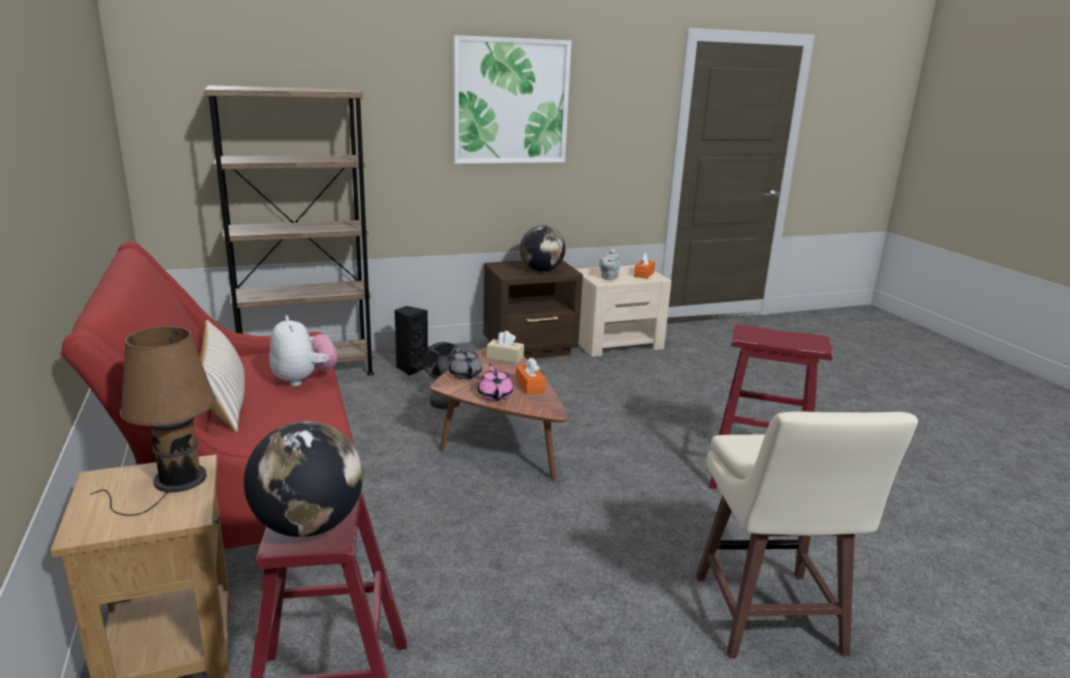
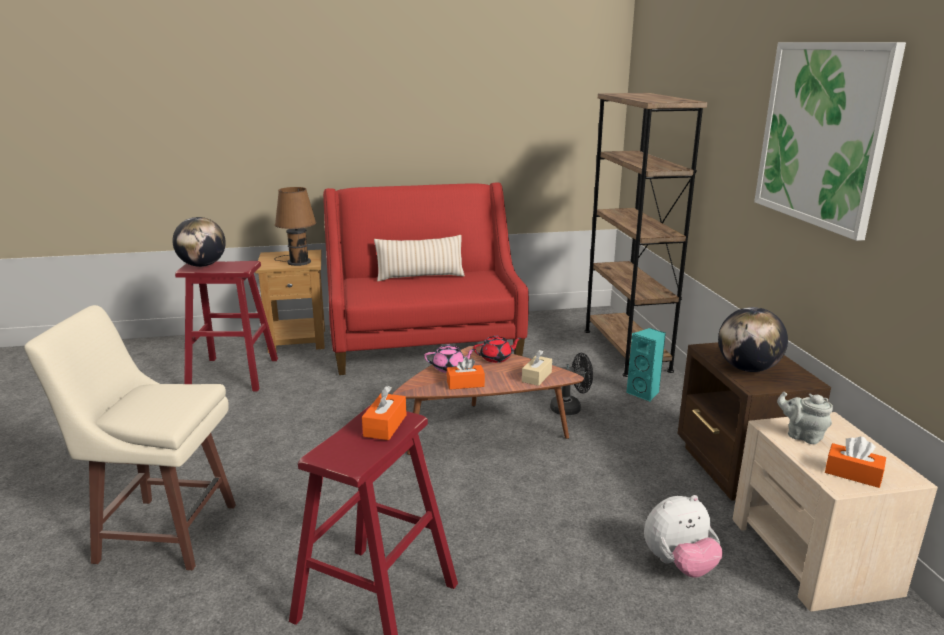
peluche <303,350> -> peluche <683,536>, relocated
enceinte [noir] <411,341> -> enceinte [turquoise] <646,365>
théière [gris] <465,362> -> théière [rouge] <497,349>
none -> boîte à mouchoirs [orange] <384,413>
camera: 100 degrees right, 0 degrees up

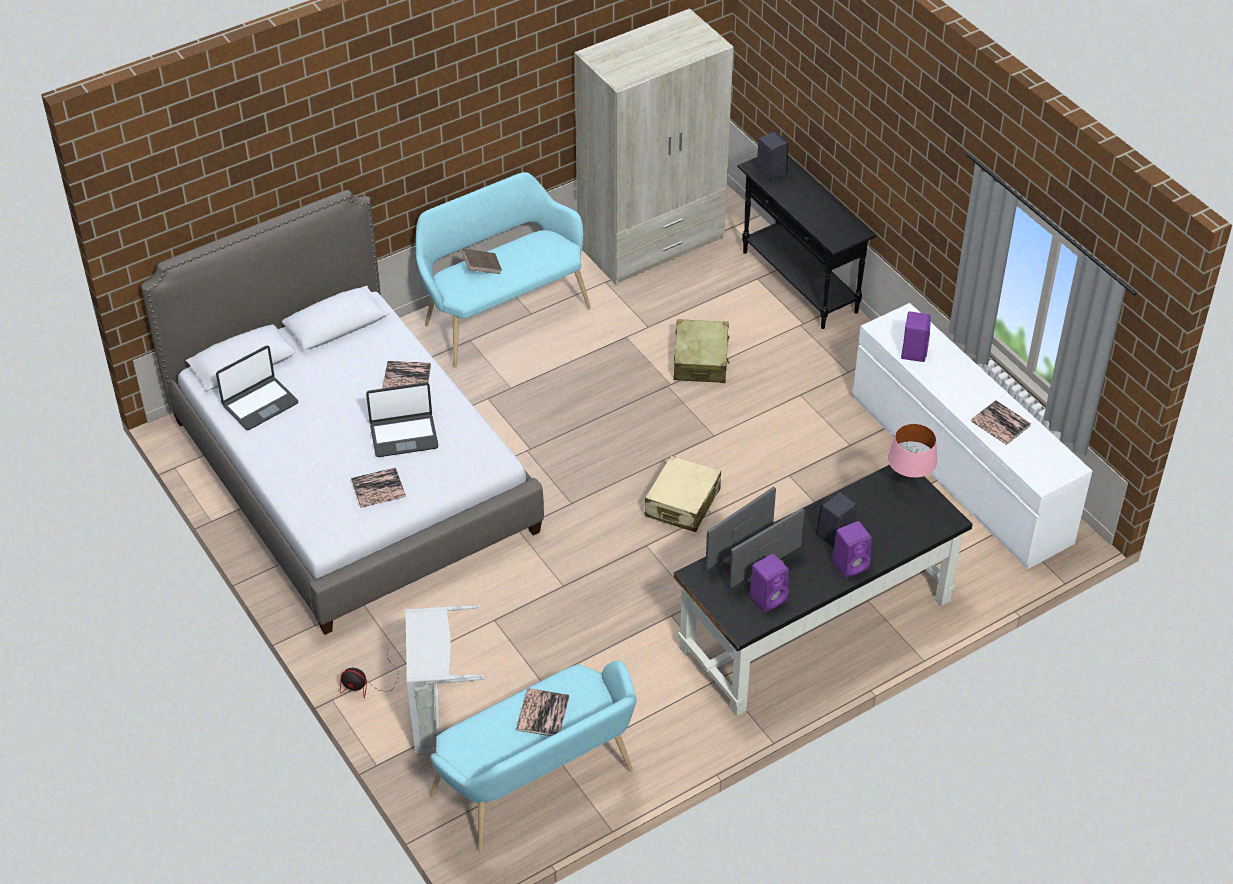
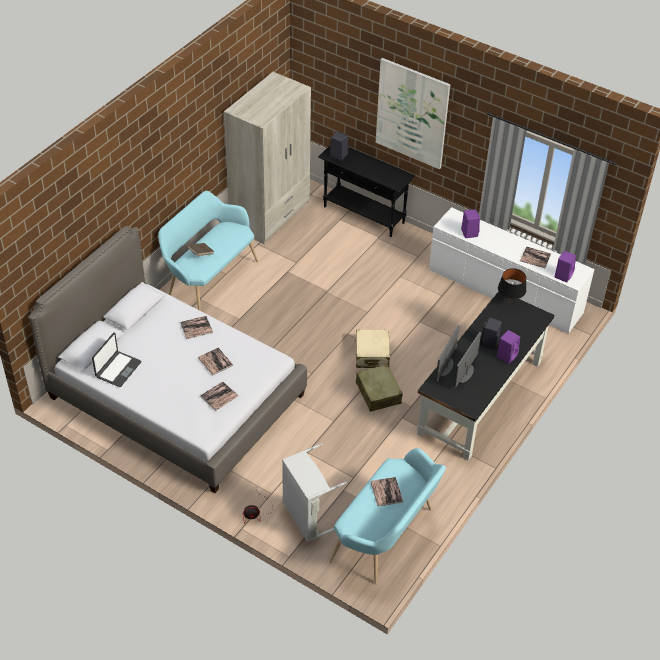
ordinateur portable <402,419> -> livre <215,361>
valise [beige] <701,351> -> valise [beige] <379,388>, relocated
enceinte [violet] <769,583> -> enceinte [violet] <565,266>, relocated
lampe de table [rose] <913,452> -> lampe de table [noir] <512,283>
none -> tableau <413,114>
camera: 25 degrees left, 0 degrees up

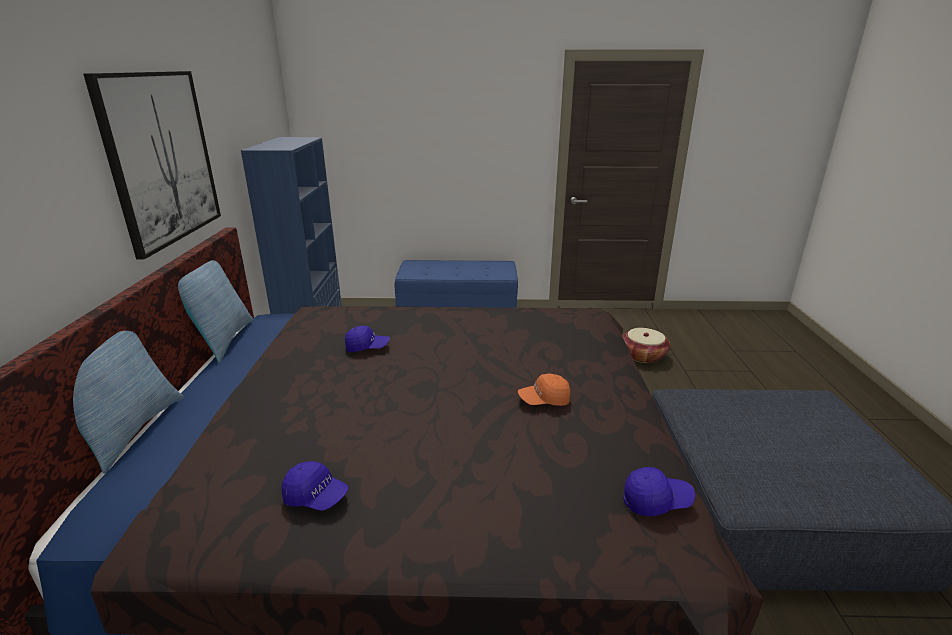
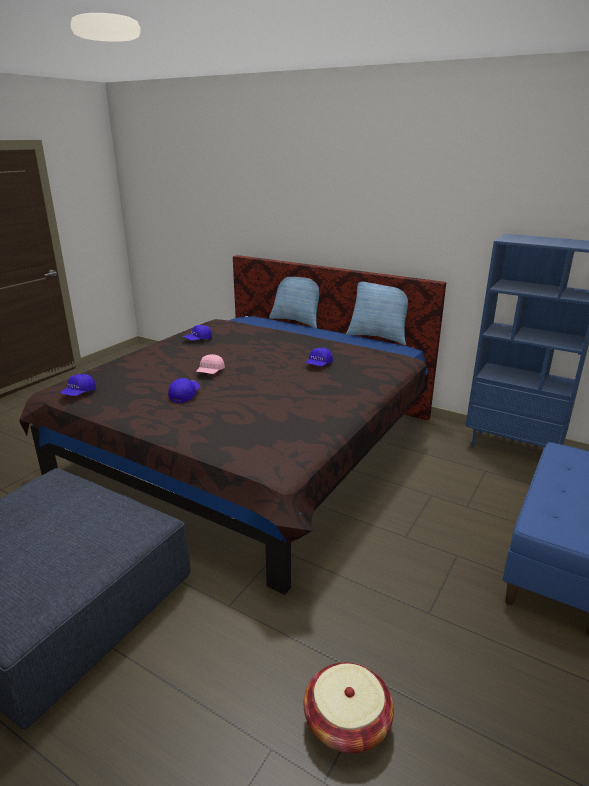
tableau <152,165> -> none
casquette [orange] <544,390> -> casquette [bleu] <184,390>
none -> casquette [rose] <210,364>
camera: 120 degrees right, 0 degrees up

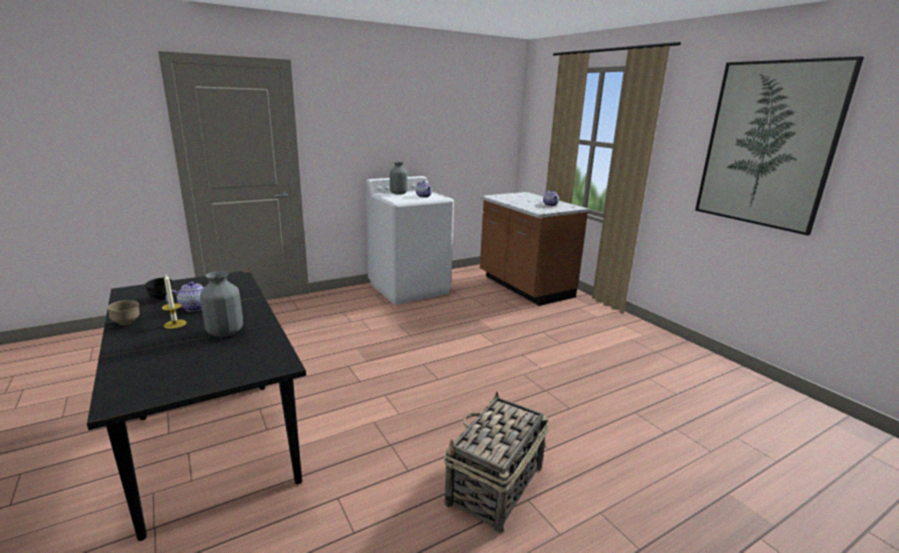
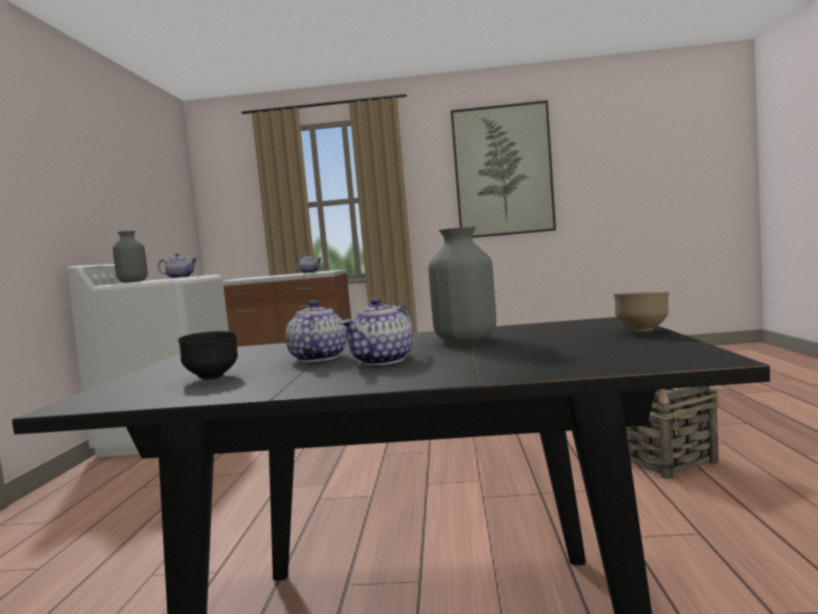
bol [marron] <123,312> -> bol [marron] <641,312>, relocated
bougie <174,302> -> théière <376,331>
camera: 55 degrees left, 15 degrees down

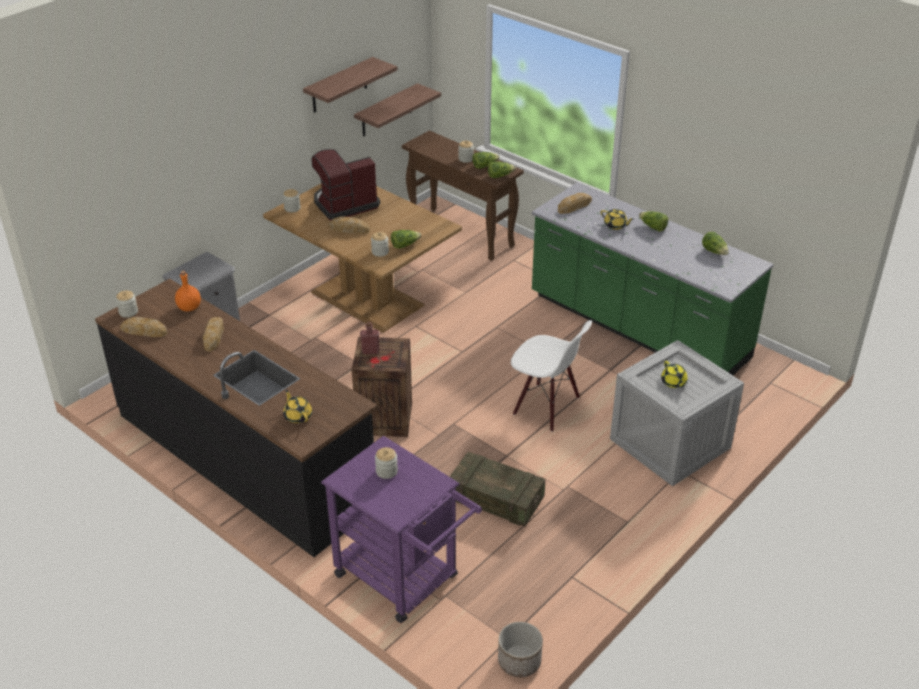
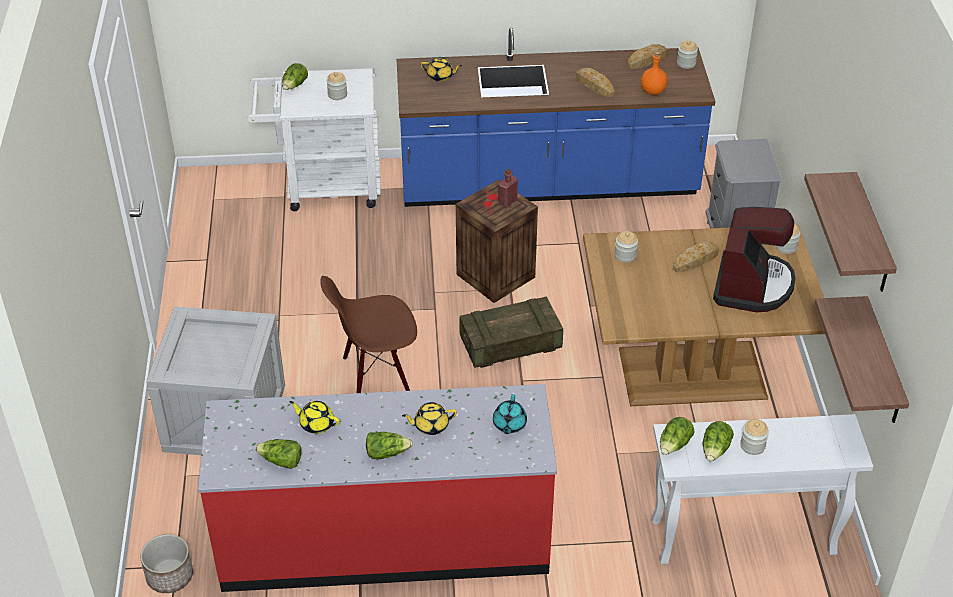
comptoir de cuisine [noir] <236,418> -> comptoir de cuisine [bleu] <556,117>
chariot [violet] <401,529> -> chariot [blanc] <314,139>
laitue <406,239> -> laitue <295,76>, relocated
table console [marron] <463,196> -> table console [blanc] <762,489>
caisse <497,489> -> caisse <511,332>, relocated
cache-pot <520,649> -> cache-pot <166,563>, relocated
chaise [blanc] <551,376> -> chaise [marron] <368,334>
comptoir de cuisine [vert] <653,278> -> comptoir de cuisine [rouge] <377,488>
pain <575,203> -> théière [turquoise] <510,414>
théière [jaune] <674,374> -> théière [jaune] <314,417>, relocated
camera: 135 degrees right, 5 degrees up

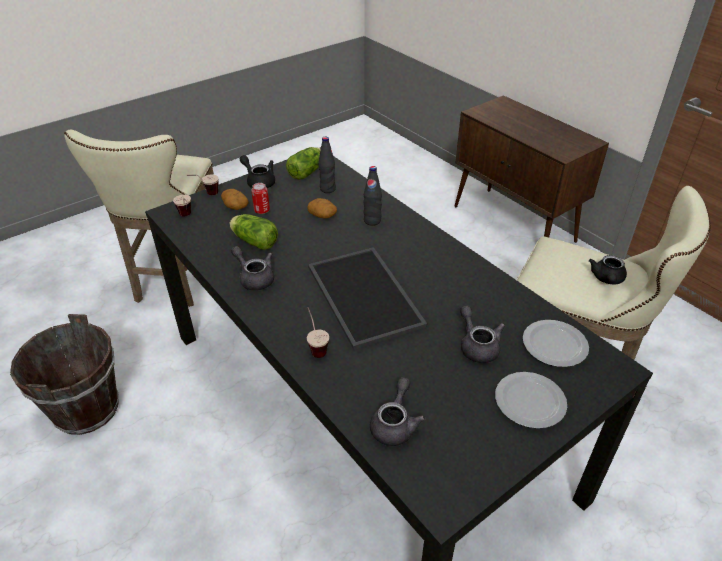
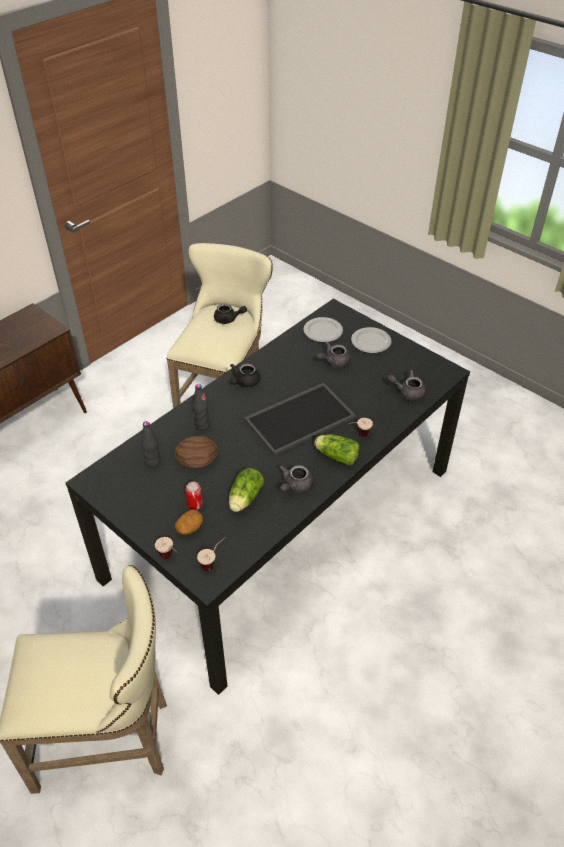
seau [marron] <64,374> -> none
théière [noir] <257,171> -> théière [noir] <245,375>, relocated
laitue <303,163> -> laitue <337,449>, relocated
pomme de terre <322,208> -> bol [marron] <196,452>
camera: 100 degrees left, 5 degrees up

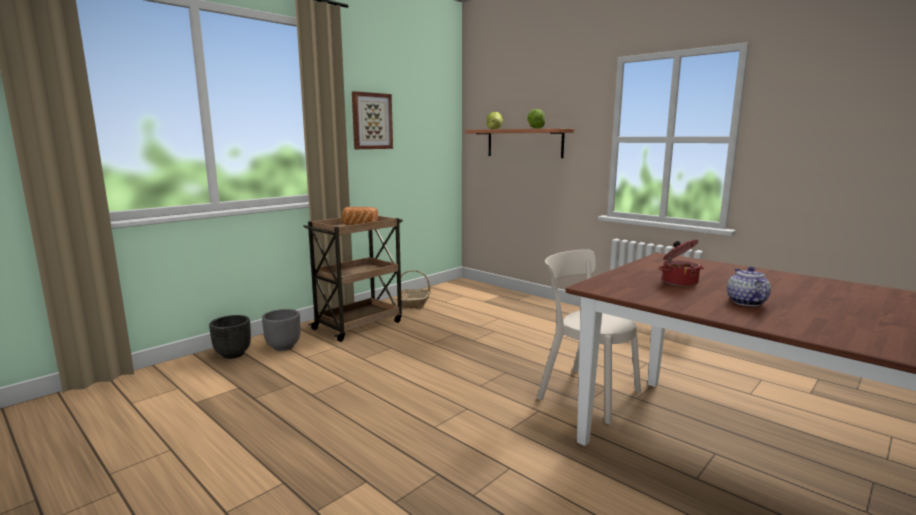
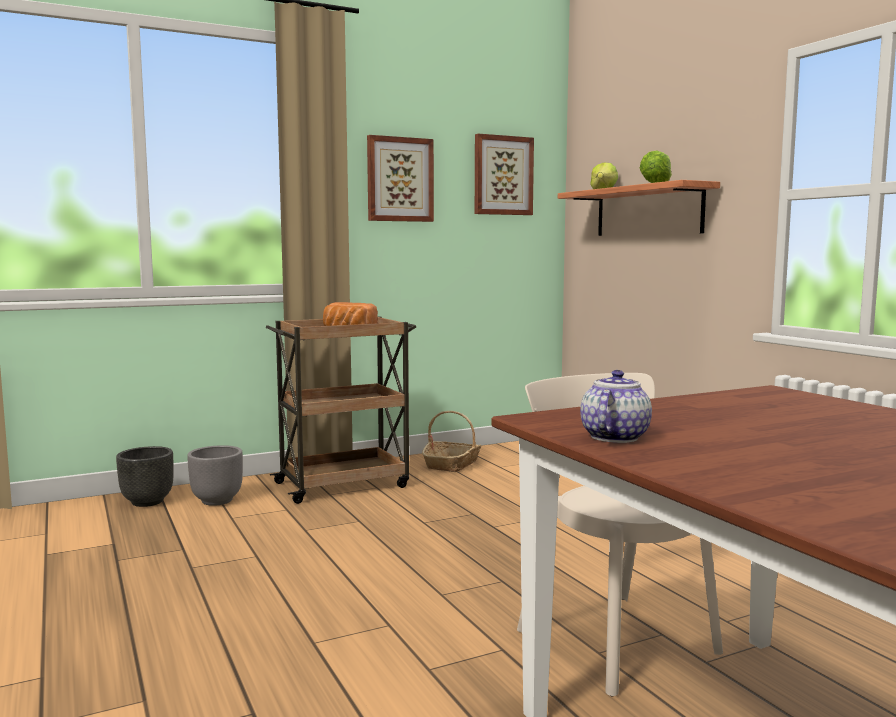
marmite <681,263> -> none
théière <749,286> -> théière <616,406>, relocated
none -> tableau <504,174>
camera: 20 degrees right, 5 degrees down

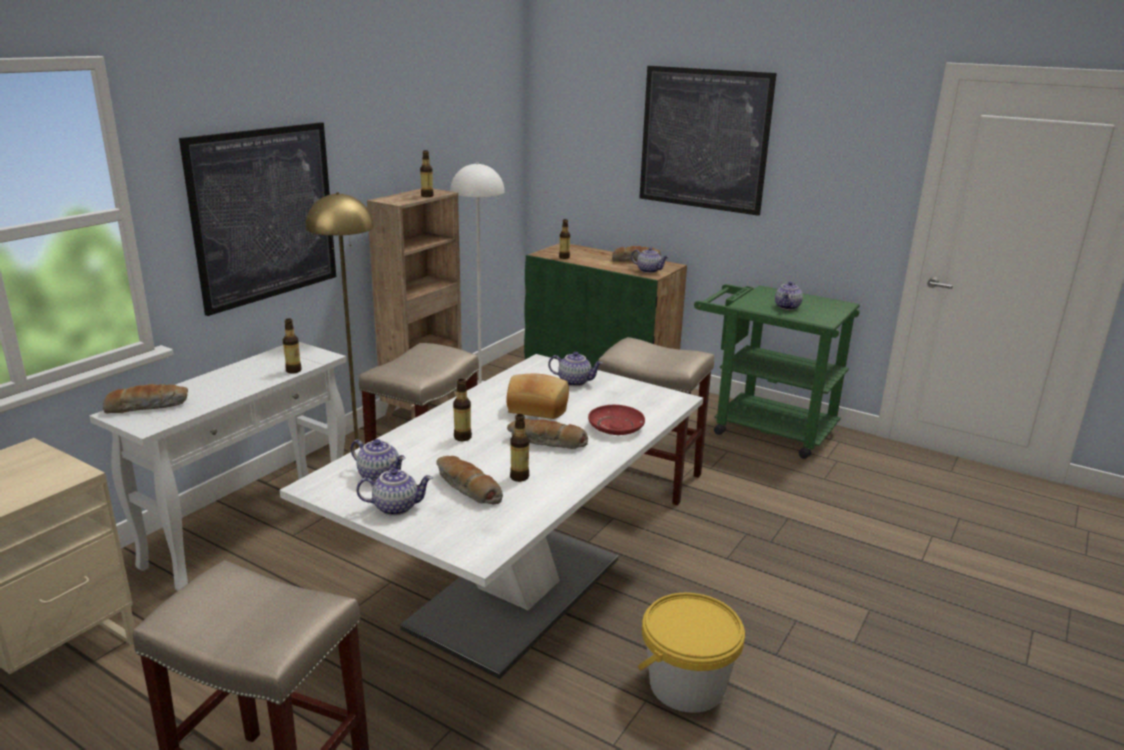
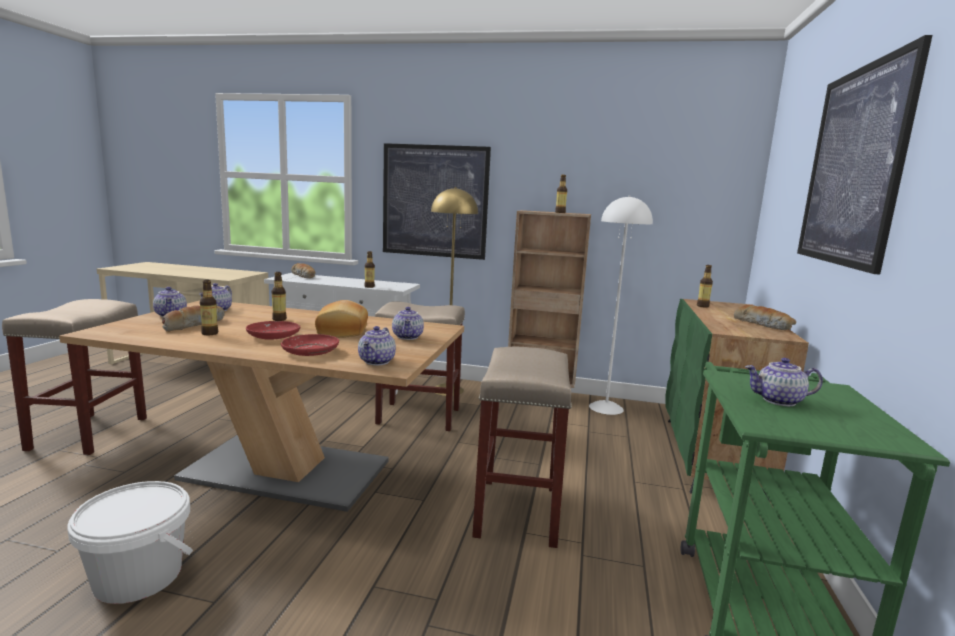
table à manger [blanc] <491,516> -> table à manger [marron] <261,406>
pain <547,434> -> assiette [rouge] <273,330>
théière <649,260> -> théière <377,345>, relocated
seau [jaune] <691,653> -> seau [blanc] <130,542>
camera: 70 degrees right, 10 degrees down

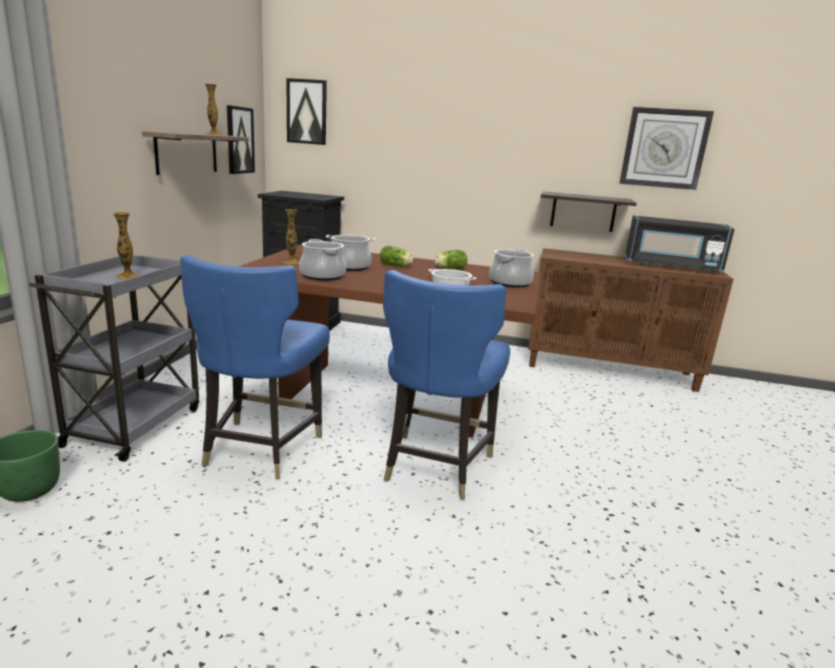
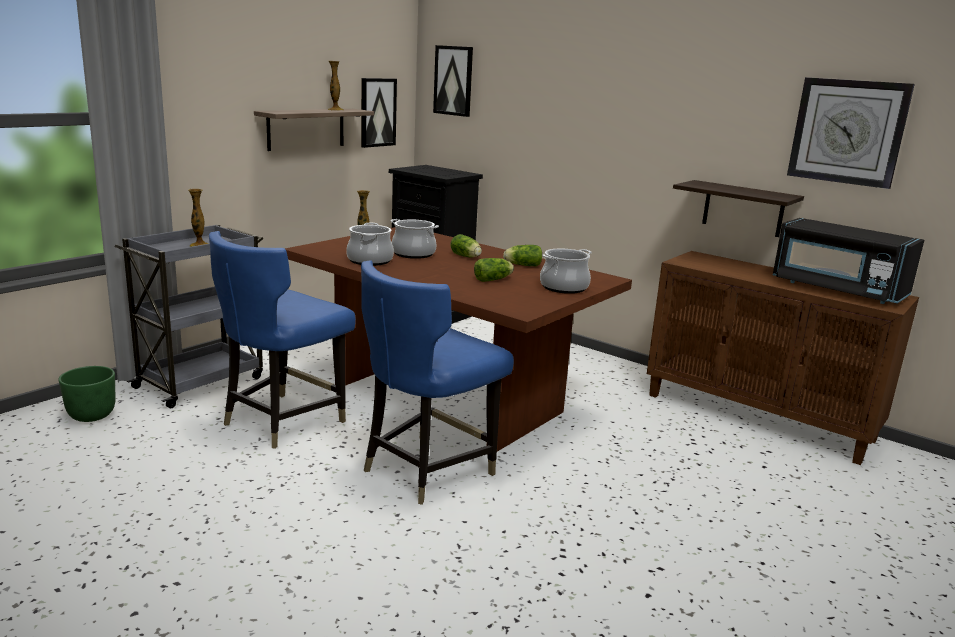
marmite <452,277> -> laitue <494,270>
camera: 25 degrees right, 0 degrees up

